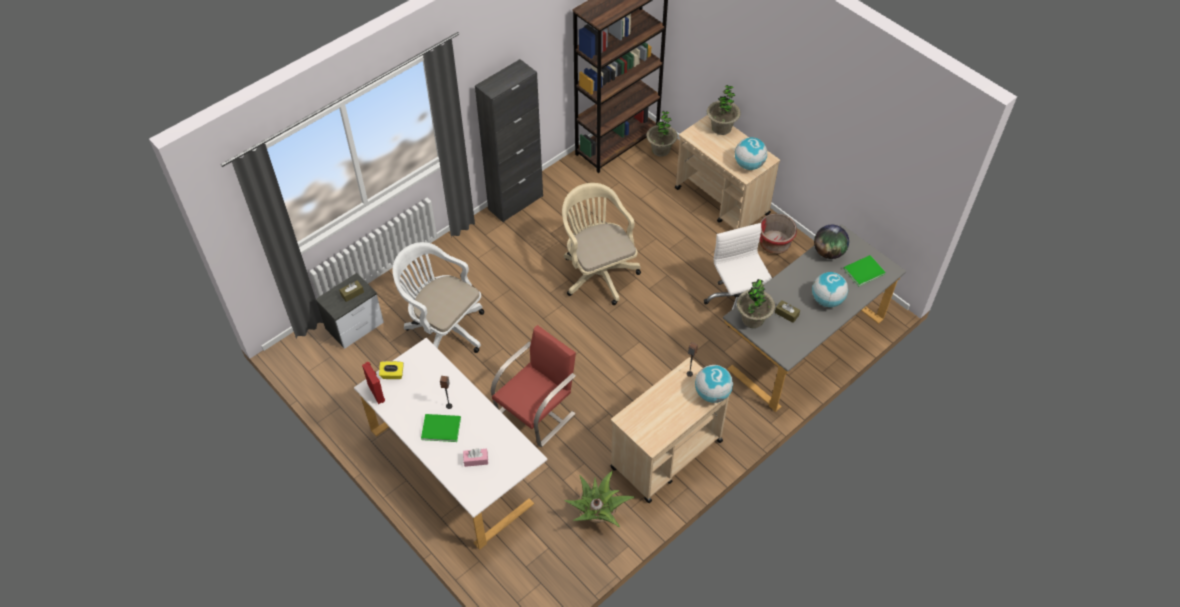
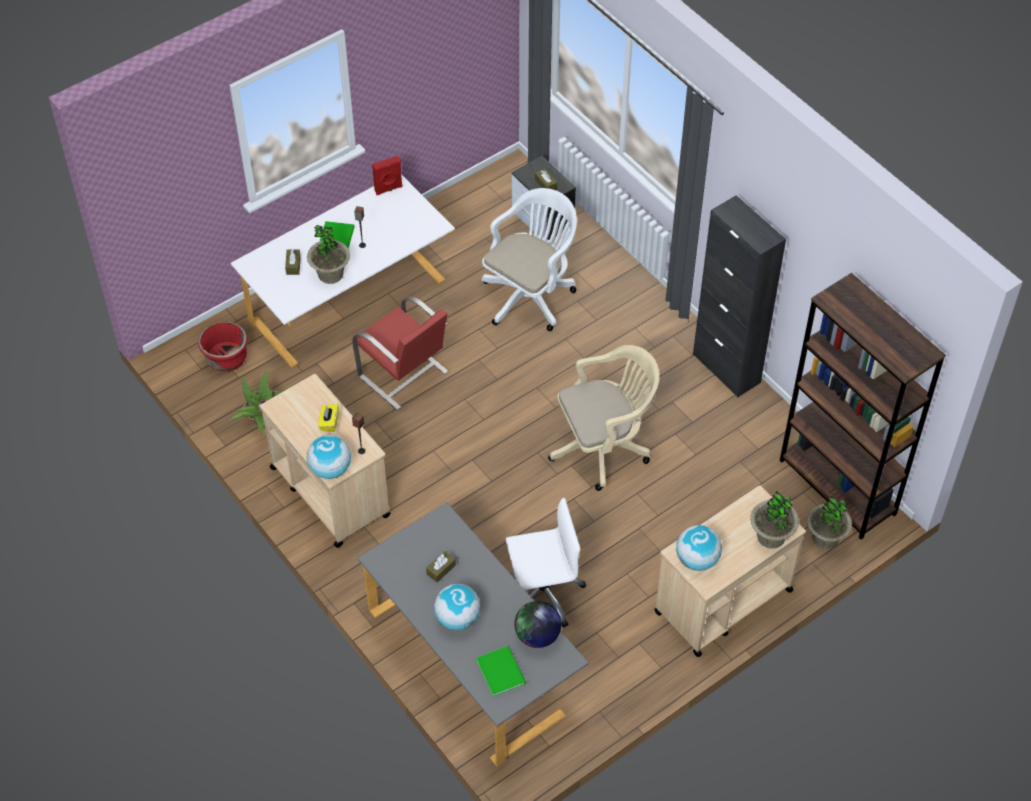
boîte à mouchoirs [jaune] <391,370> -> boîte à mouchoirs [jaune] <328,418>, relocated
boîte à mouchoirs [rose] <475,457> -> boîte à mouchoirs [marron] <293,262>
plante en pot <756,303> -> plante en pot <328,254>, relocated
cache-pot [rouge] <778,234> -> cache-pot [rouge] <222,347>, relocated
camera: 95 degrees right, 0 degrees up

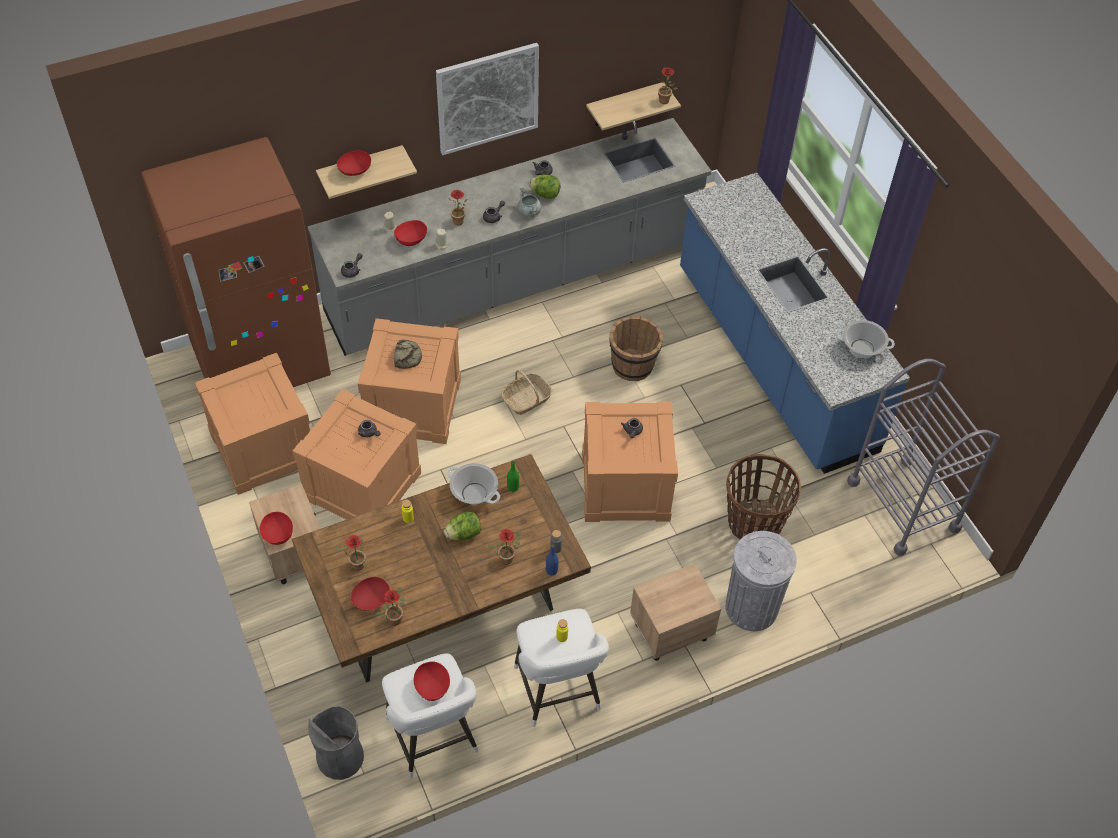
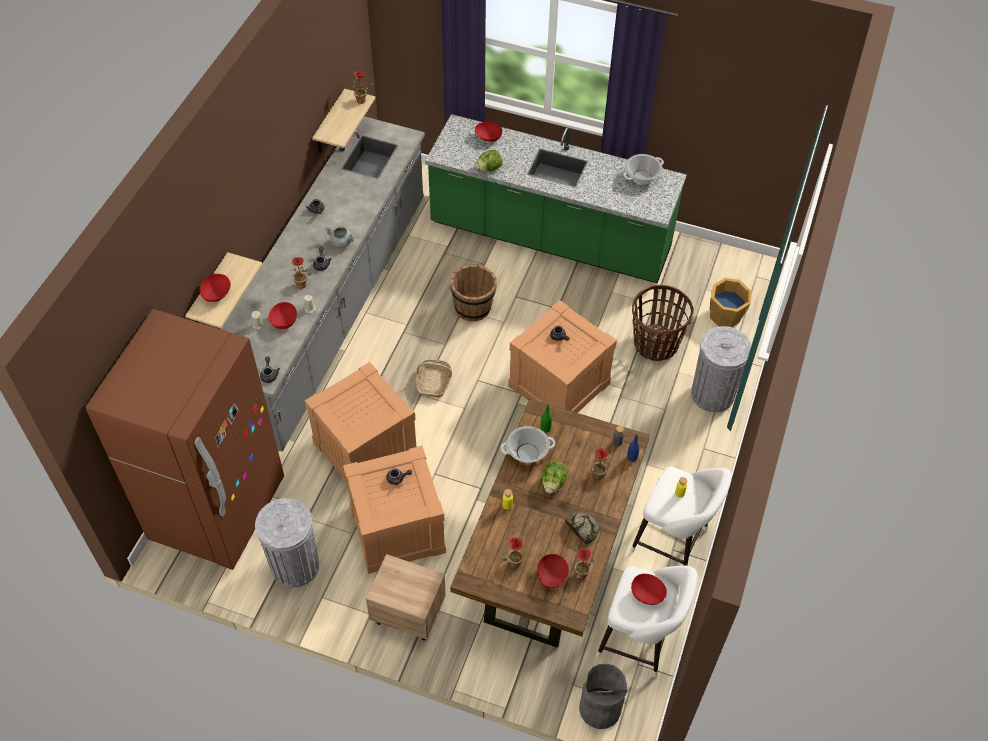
caisse <252,424> -> poubelle [gris] <287,543>
bol [rouge] <276,528> -> bol [rouge] <488,132>, relocated
pain <408,354> -> pain <582,528>, relocated
tableau <487,99> -> none
laitue <544,186> -> laitue <489,161>, relocated
table de chevet [beige] <675,612> -> none
comptoir de cuisine [bleu] <795,323> -> comptoir de cuisine [vert] <556,198>
chariot [gris] <923,457> -> none
none -> seau [orange] <731,302>
camera: 45 degrees left, 0 degrees up

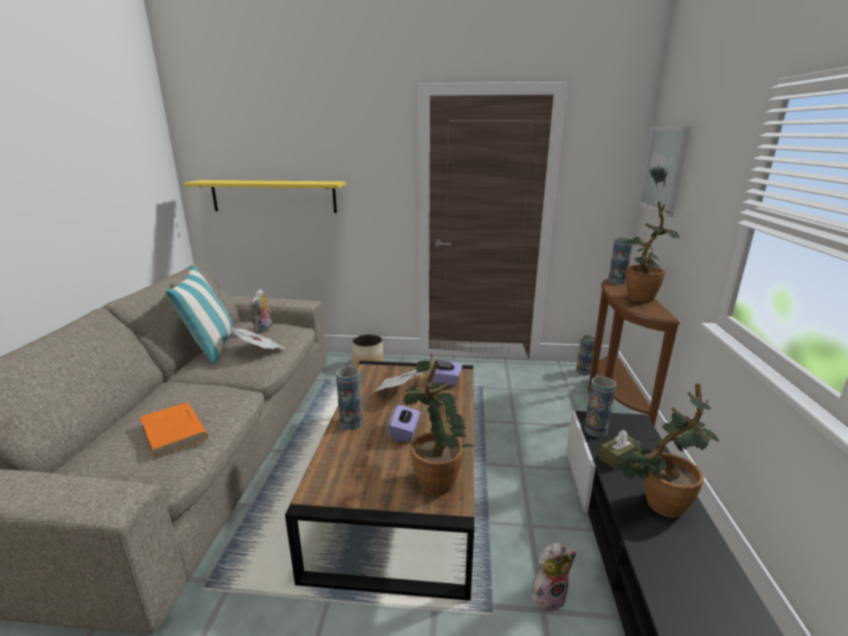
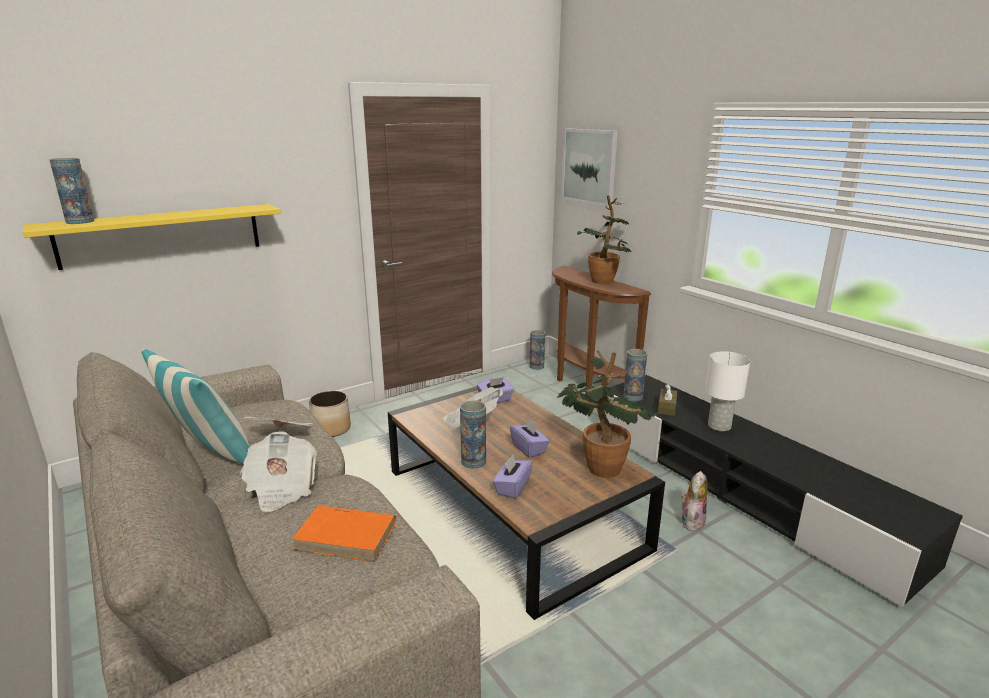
peluche <261,311> -> none
vase <620,261> -> vase <71,191>, relocated
plante en pot <668,450> -> lampe de table [blanc] <727,391>
none -> journal <278,472>
none -> boîte à mouchoirs [violet] <512,477>
camera: 40 degrees left, 0 degrees up

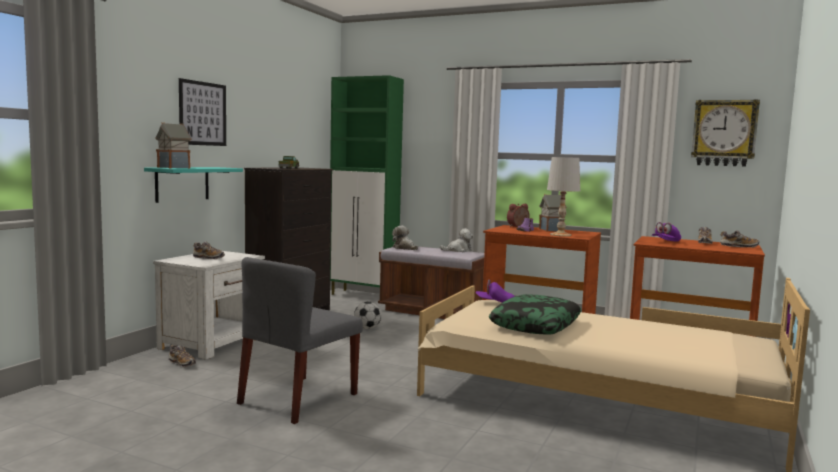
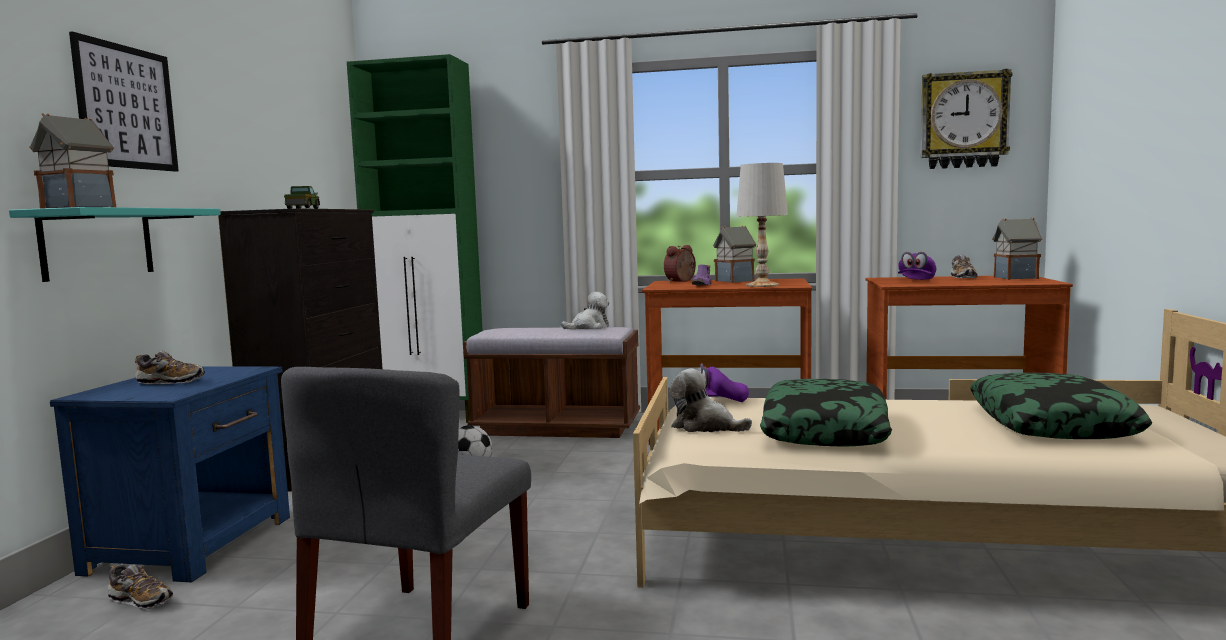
table de chevet [blanc] <209,305> -> table de chevet [bleu] <170,474>
peluche <405,238> -> peluche <710,400>, relocated
chaussure <739,239> -> maison miniature <1017,248>
none -> coussin <1061,406>
camera: 15 degrees left, 0 degrees up

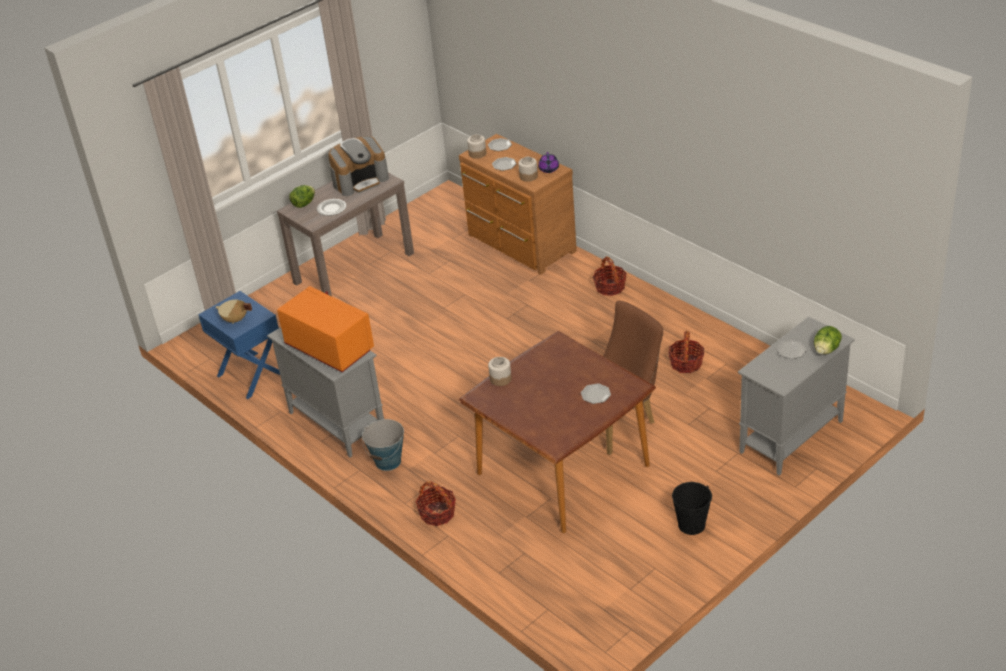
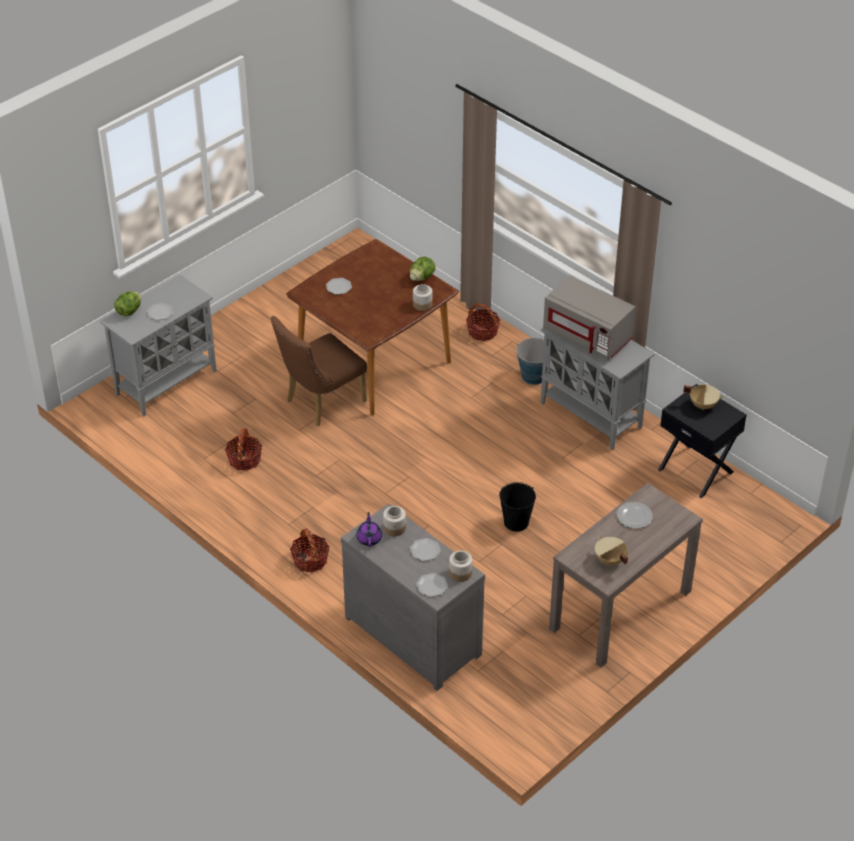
table de chevet [bleu] <239,345> -> table de chevet [noir] <702,441>
micro-ondes [orange] <325,329> -> micro-ondes [gris] <589,318>
laitue <302,196> -> laitue <423,269>, relocated
machine à café <358,166> -> marmite [beige] <611,550>
commode [marron] <518,204> -> commode [gris] <413,597>
seau [noir] <692,508> -> seau [noir] <517,507>, relocated
camera: 175 degrees right, 5 degrees up

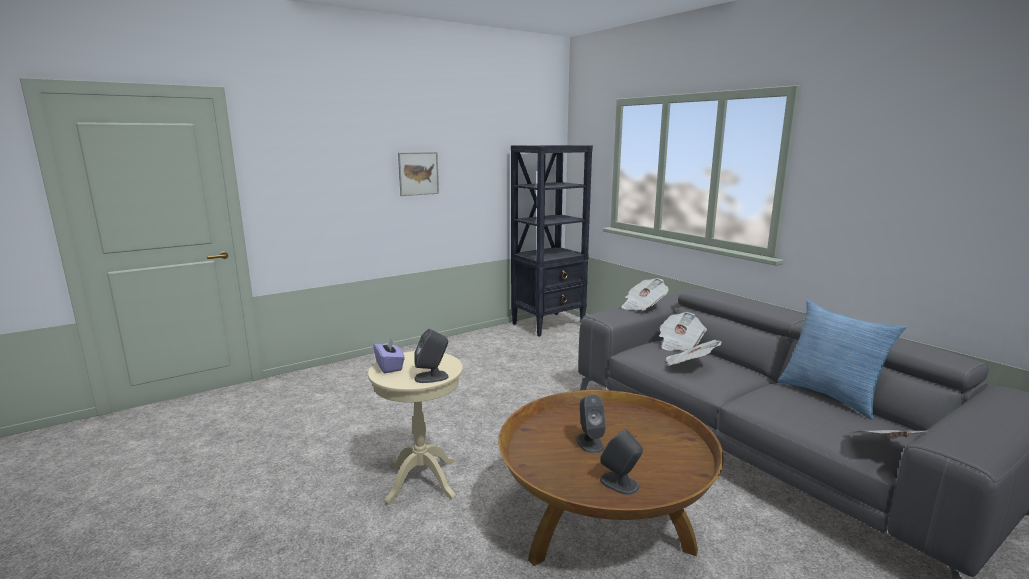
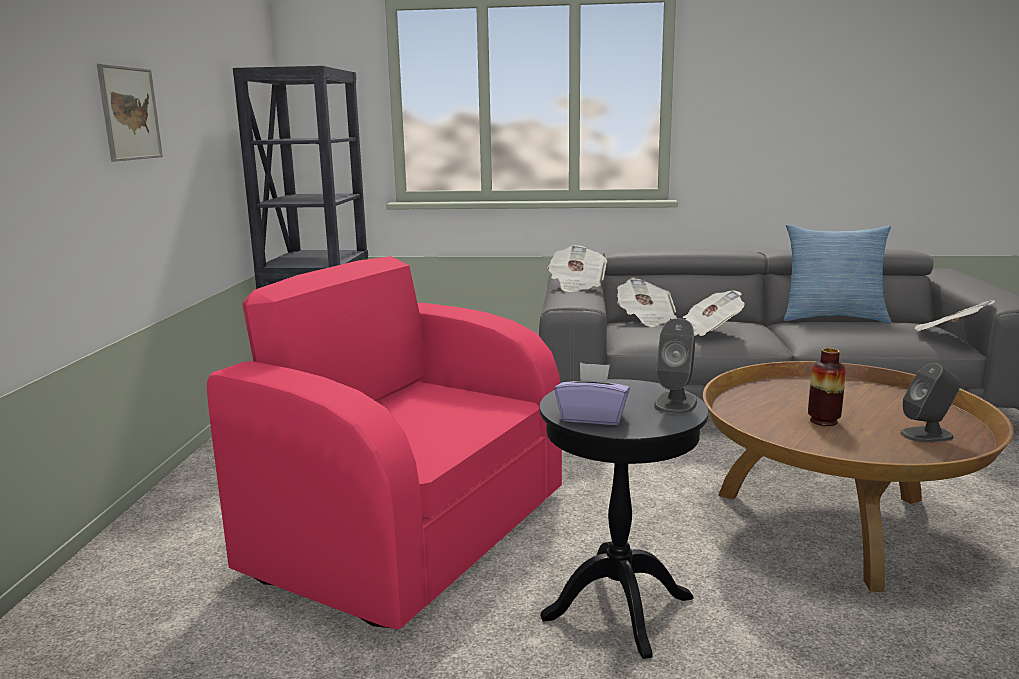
table d'appoint [beige] <415,427> -> table d'appoint [noir] <624,519>
enceinte [gris] <591,423> -> vase <827,387>
none -> fauteuil [rose] <384,442>
camera: 50 degrees left, 0 degrees up

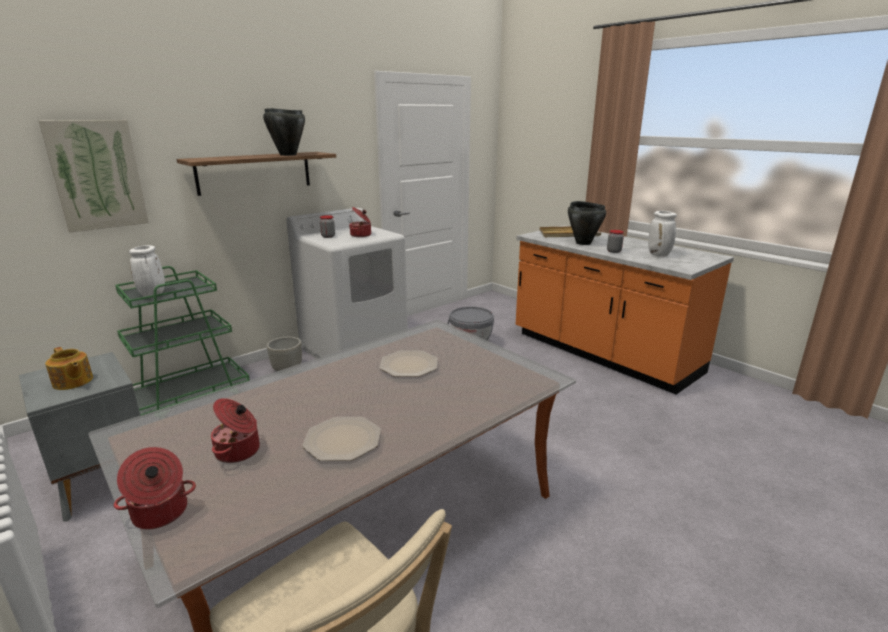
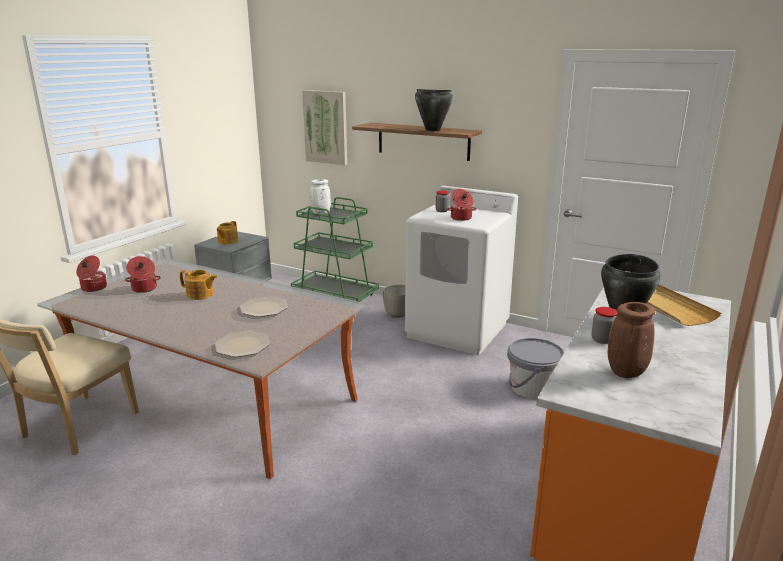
assiette <341,439> -> assiette <242,344>, relocated
vase [blanc] <662,234> -> vase [marron] <631,340>
none -> théière <198,285>
camera: 70 degrees right, 0 degrees up

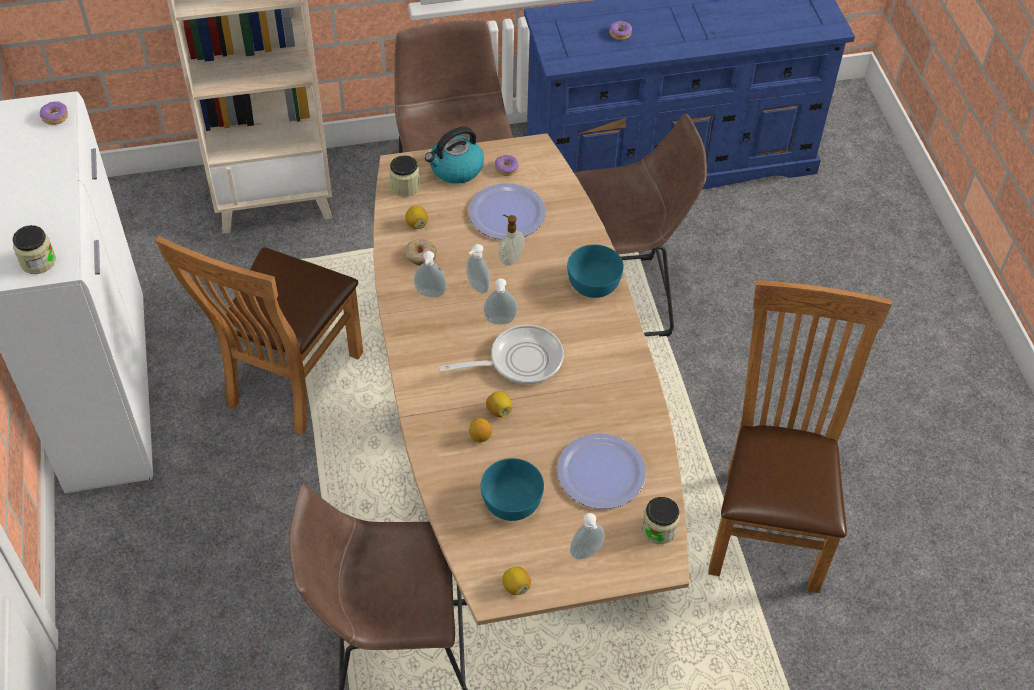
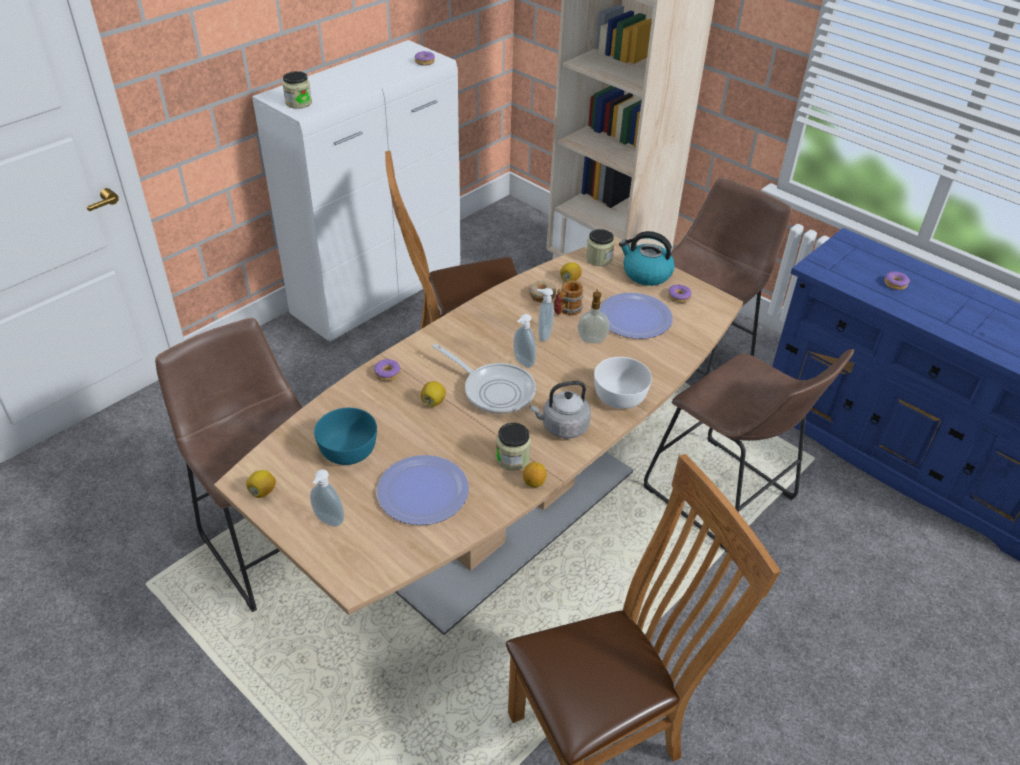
distributeur de savon <430,274> -> none
citron <480,430> -> citron <534,475>, relocated
bol [turquoise] <595,271> -> bol [blanc] <623,383>
bocal <661,520> -> bocal <513,447>, relocated
none -> beignet <387,370>
none -> bouilloire [gris] <560,410>
none -> mug <568,297>
camera: 55 degrees right, 10 degrees down

